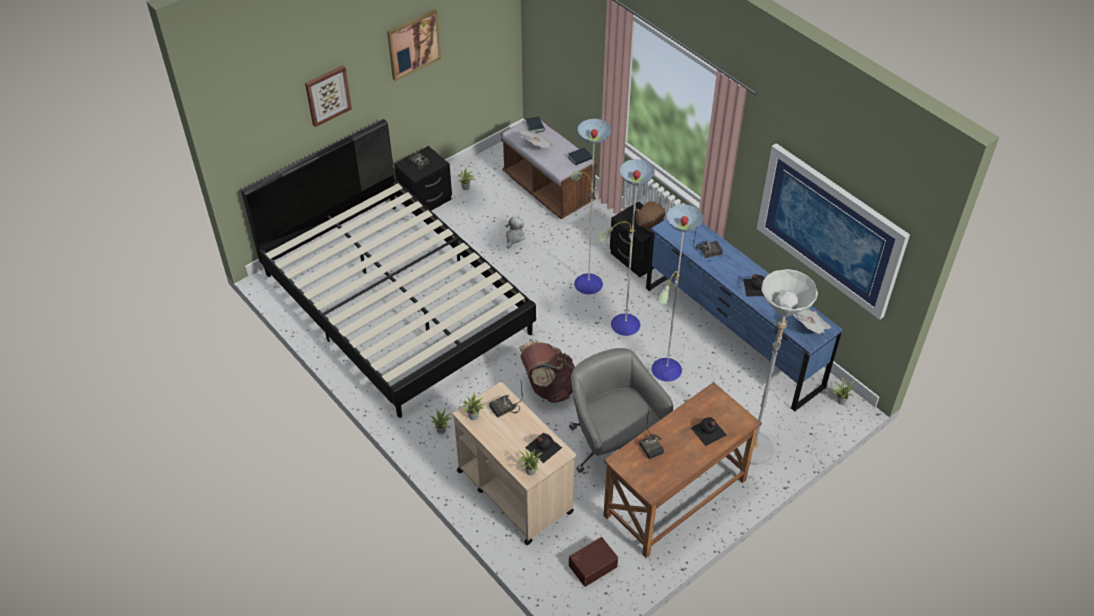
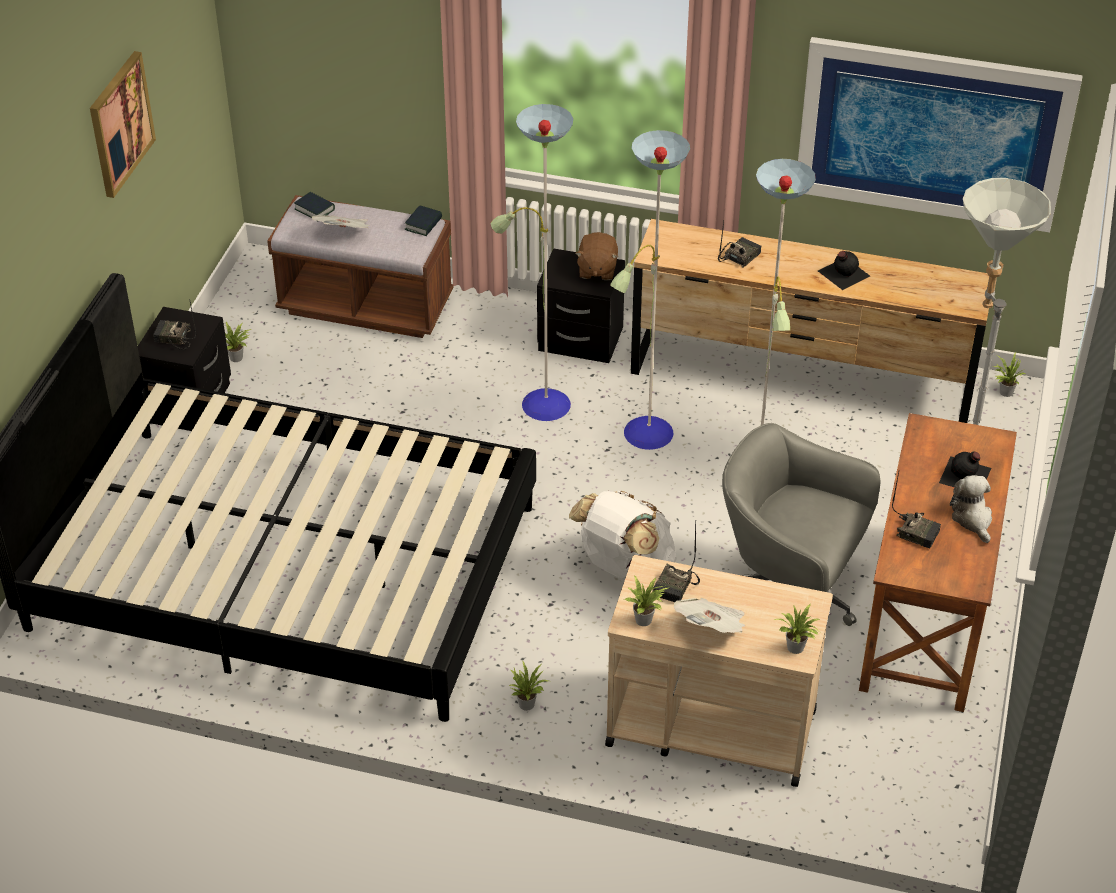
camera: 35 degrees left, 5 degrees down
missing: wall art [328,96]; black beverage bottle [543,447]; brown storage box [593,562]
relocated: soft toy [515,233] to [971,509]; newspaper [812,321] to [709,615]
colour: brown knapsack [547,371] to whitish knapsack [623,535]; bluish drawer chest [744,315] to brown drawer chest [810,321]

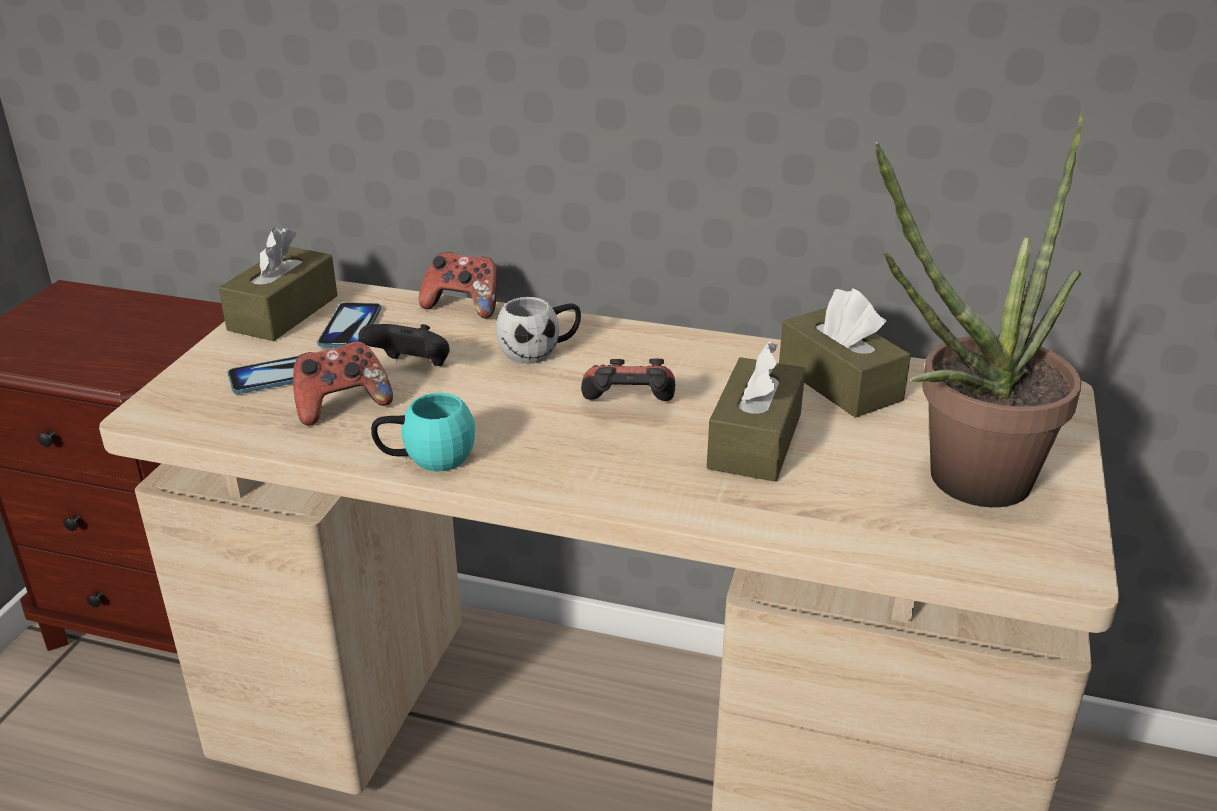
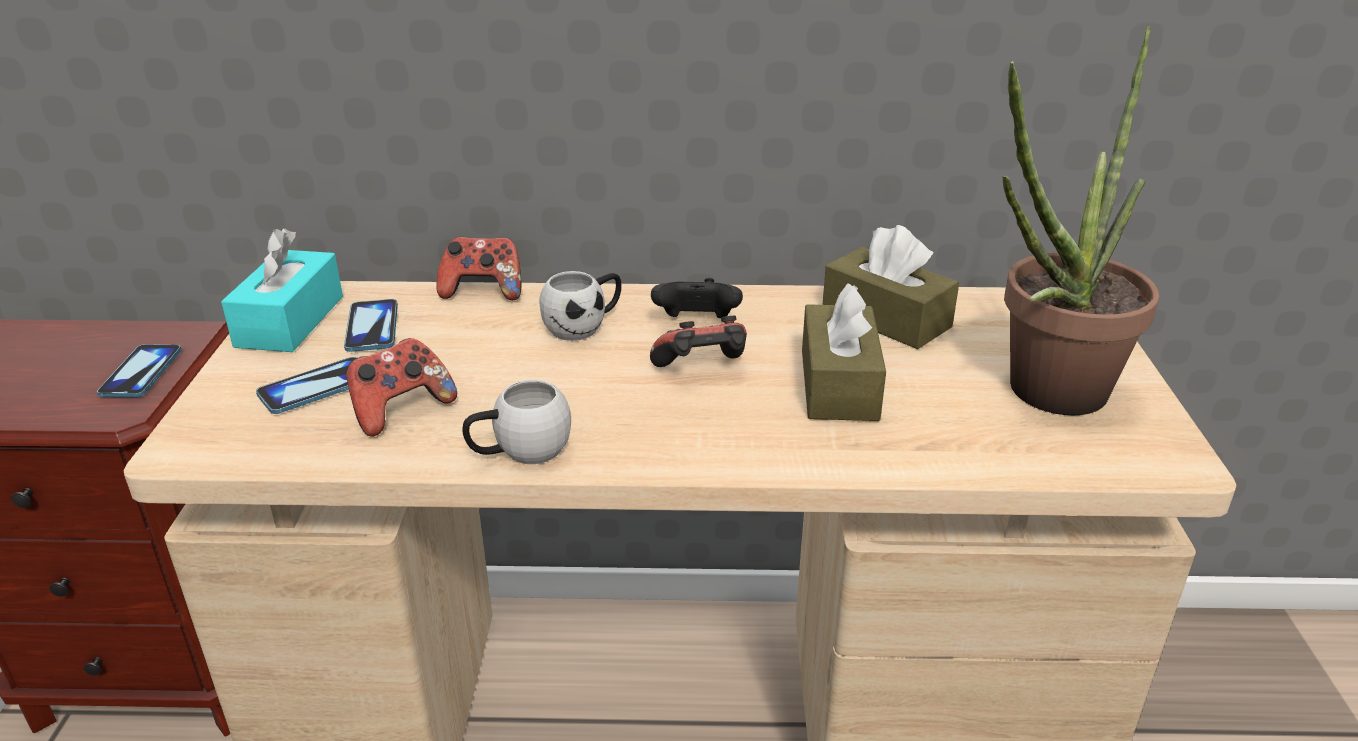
camera: 15 degrees left, 0 degrees up
appeared: phone [139,370]
relocated: black gamepad [404,345] to [697,298]
colour: brown tissue box [278,284] to blue-green tissue box [282,290]; blue-green tea mug [423,432] to whitish tea mug [516,421]

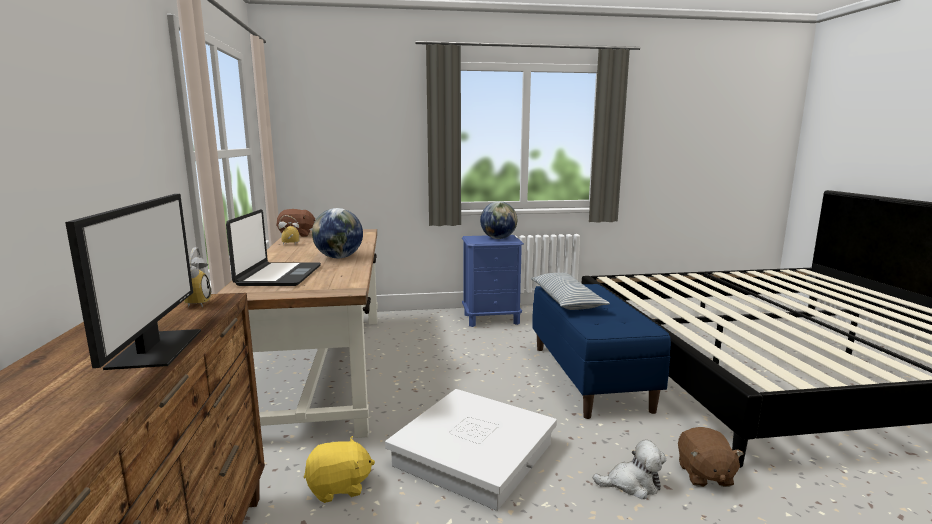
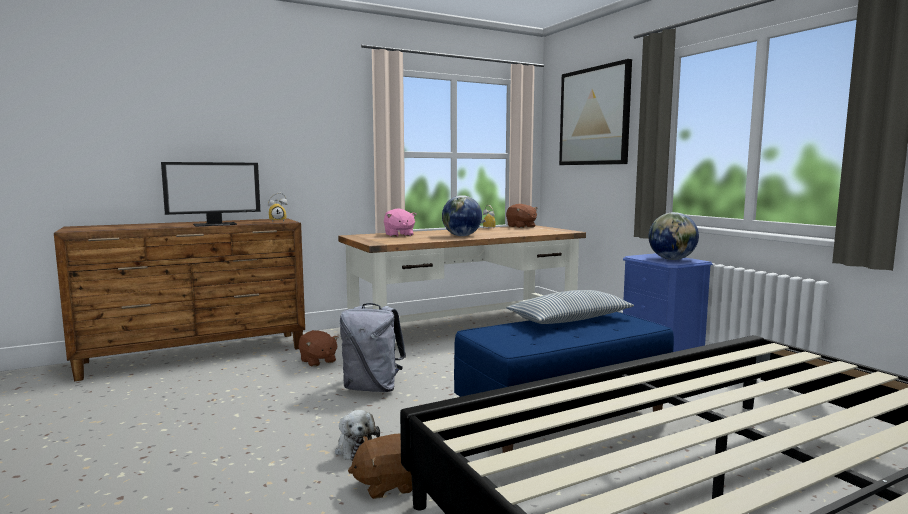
camera: 70 degrees right, 5 degrees down
appeared: wall art [595,112]
exchanged: portable computer [273,247] to pink soft toy [400,222]; whitish storage box [471,450] to greyish knapsack [373,347]
colour: yellow-coloured soft toy [339,469] to brown soft toy [319,348]

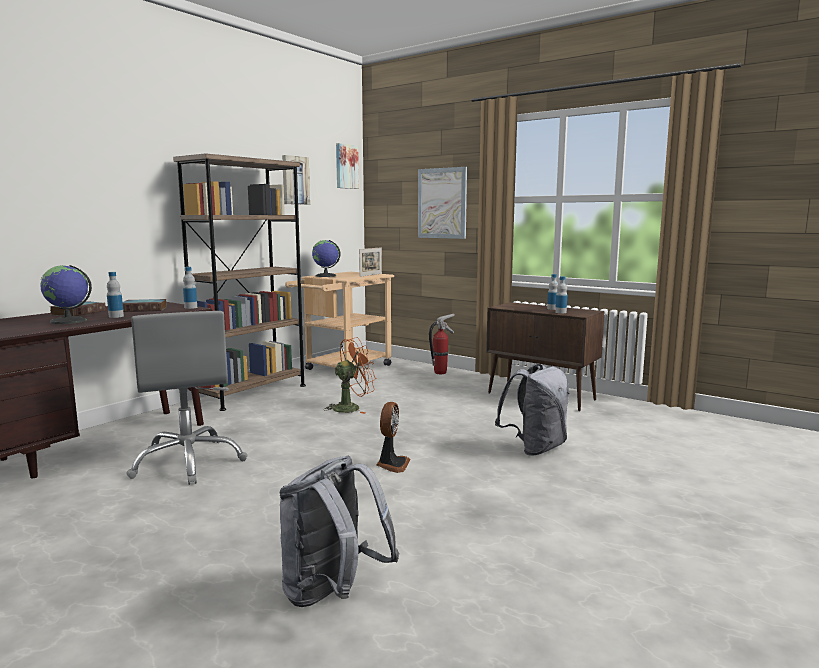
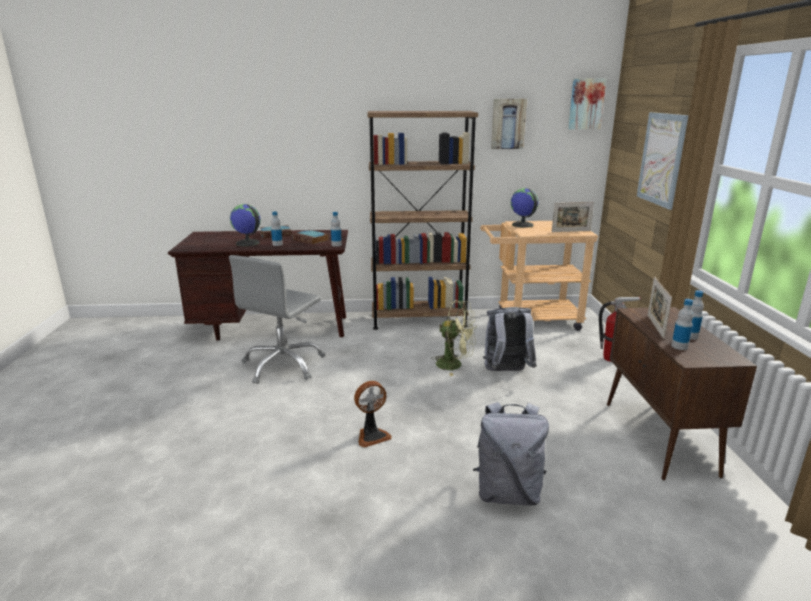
camera: 50 degrees right, 10 degrees up
appeared: standing frame [660,308]
relocated: greyish knapsack [339,531] to [510,339]
colour: orange fan [349,375] to green-coloured fan [454,338]

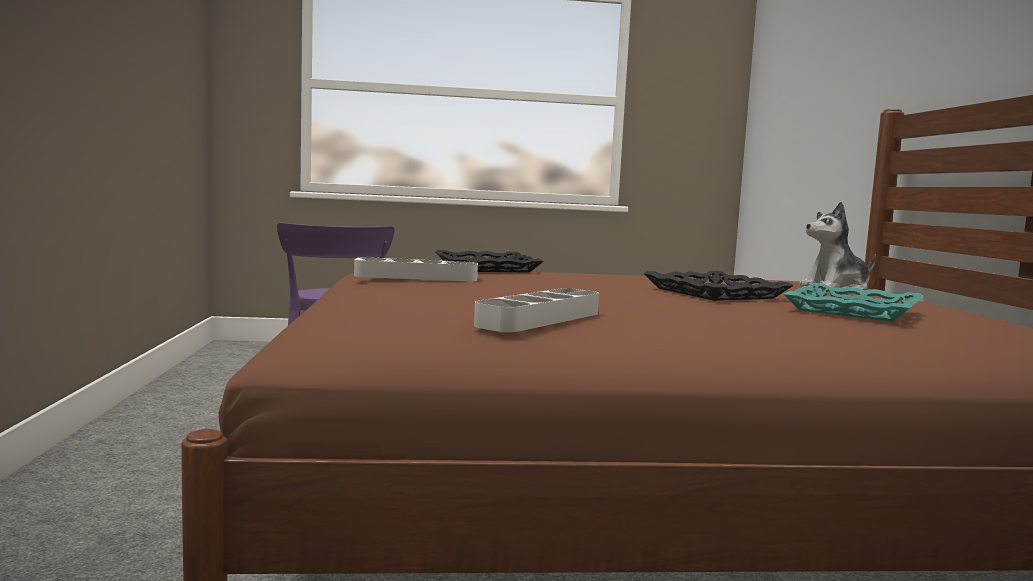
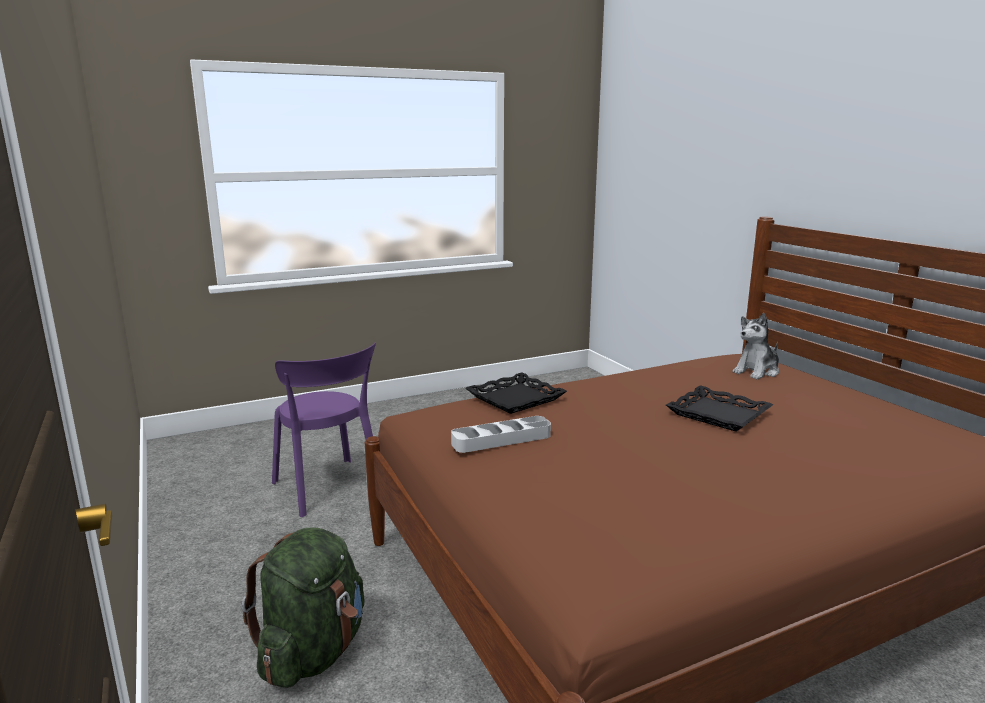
camera: 20 degrees left, 10 degrees up
missing: greyish carrying tray [536,310]; blue-green carrying tray [853,302]
appeared: green-coloured knapsack [303,607]

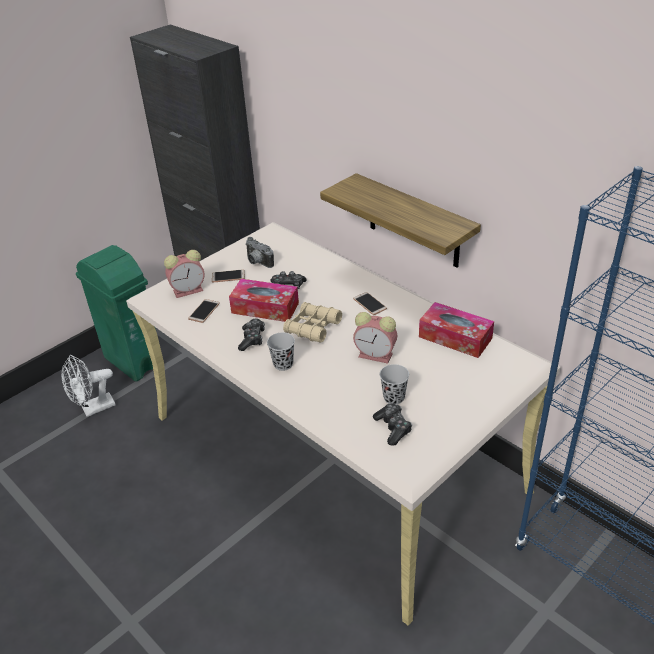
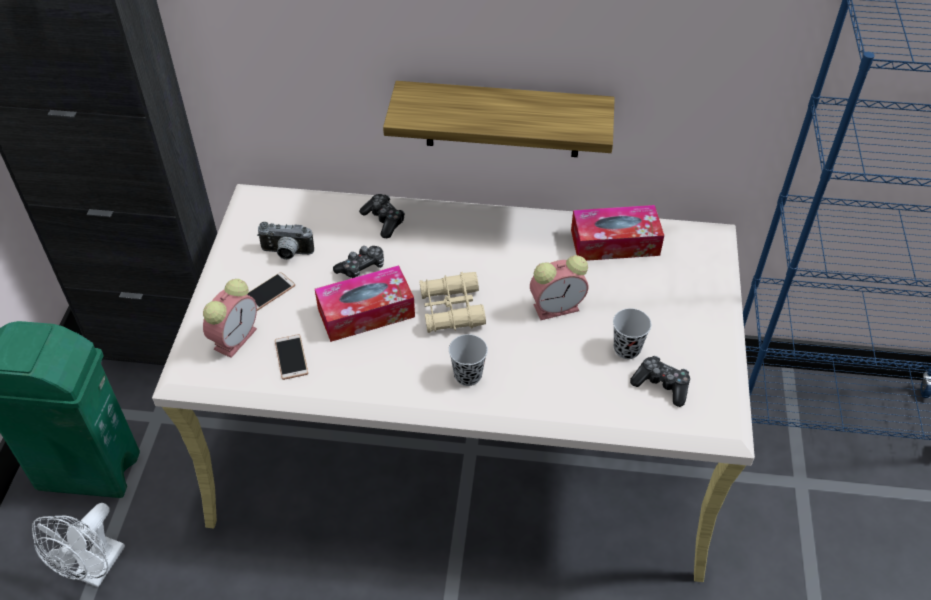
camera: 40 degrees left, 10 degrees up
missing: phone [370,303]
relocated: gamepad [251,335] to [382,216]

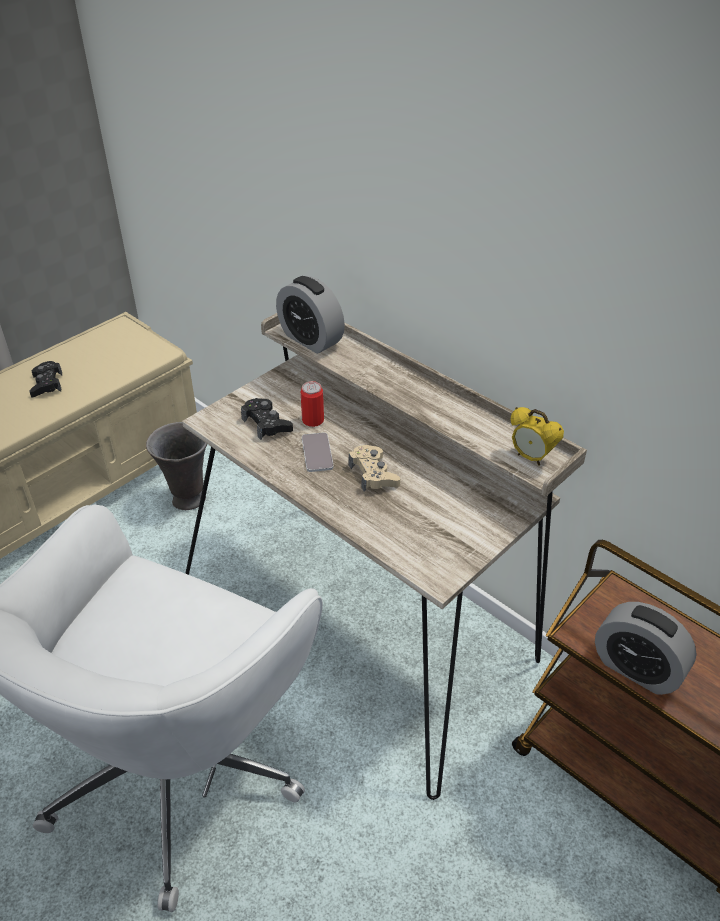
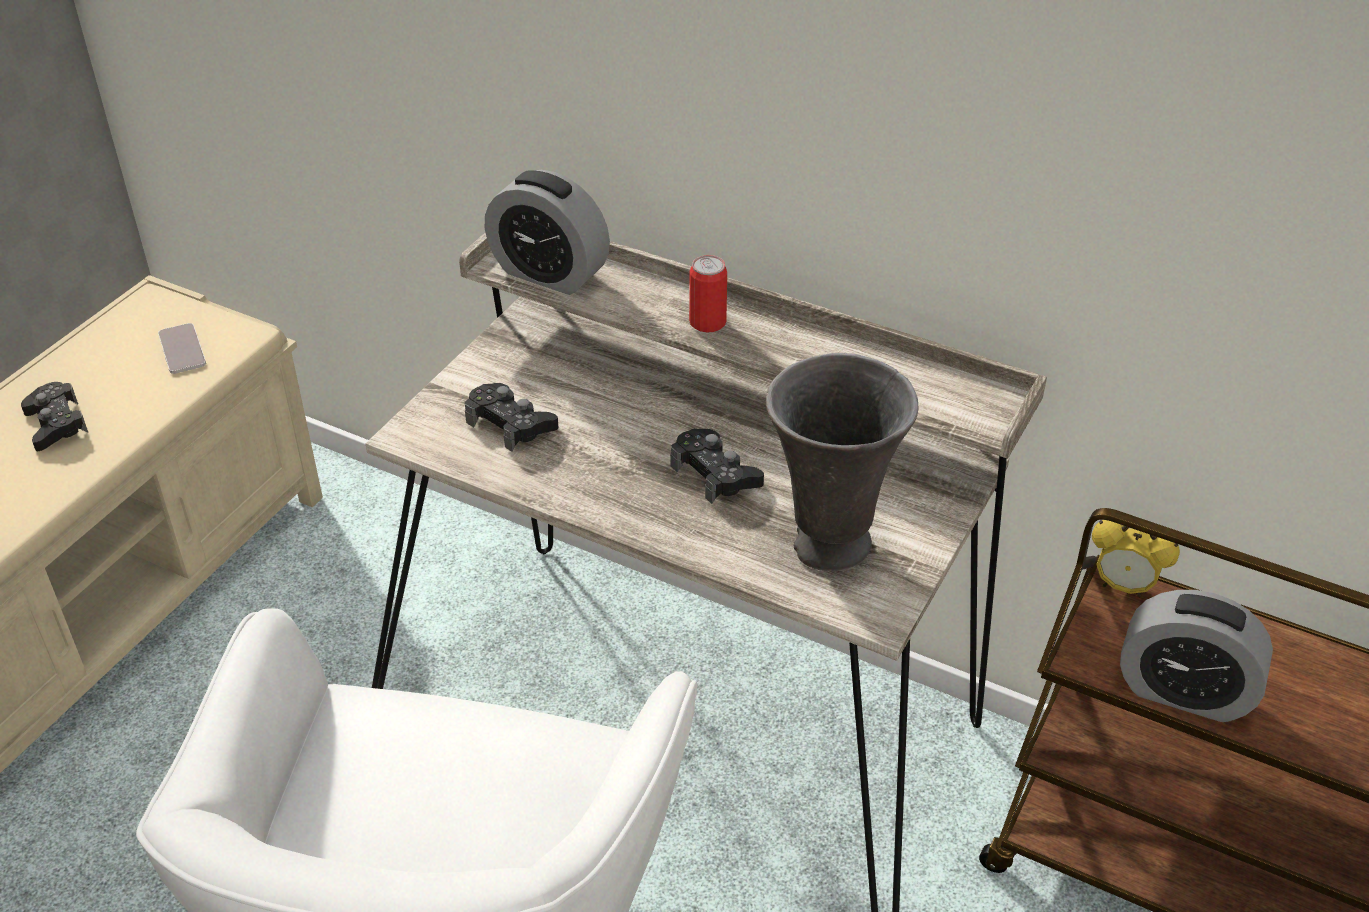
camera: 15 degrees left, 0 degrees up
relocated: greyish vase [176,466] to [842,462]; metal can [312,404] to [708,294]; phone [318,452] to [182,348]; table clock [537,436] to [1136,559]
colour: sand-coloured gamepad [374,468] to black gamepad [717,466]

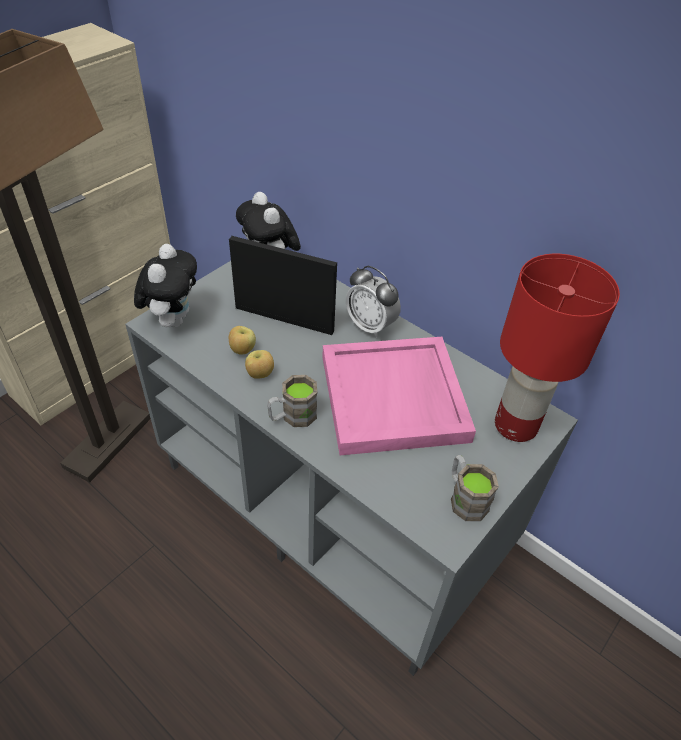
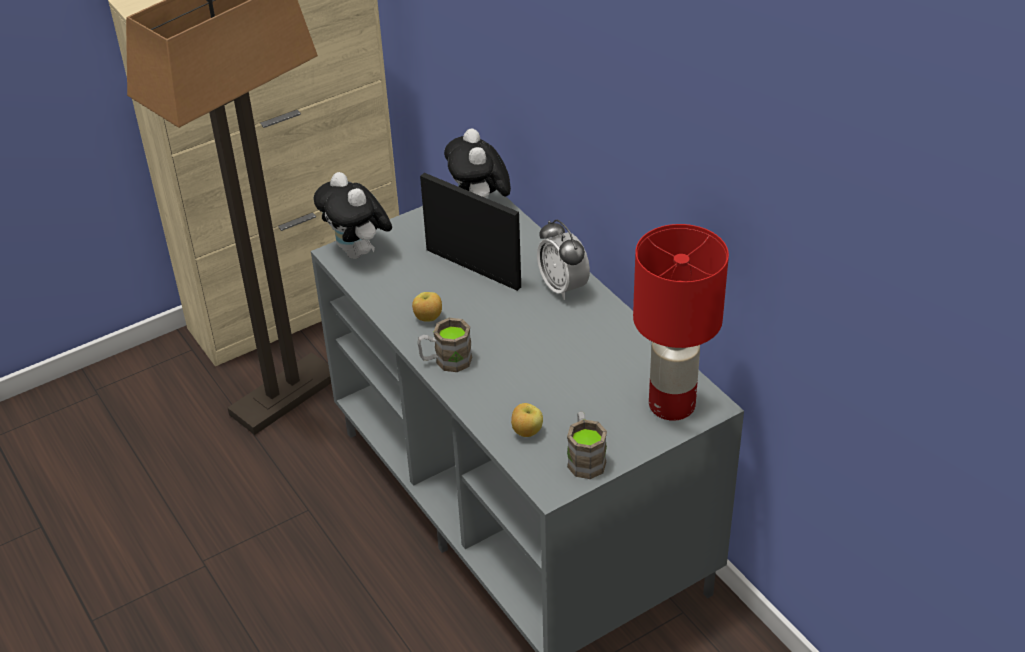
camera: 20 degrees right, 5 degrees down
missing: pink carrying tray [399,396]
relocated: whole apple [242,340] to [527,420]
spun: soft toy [165,285] = [353,215] 120 degrees clockwise

